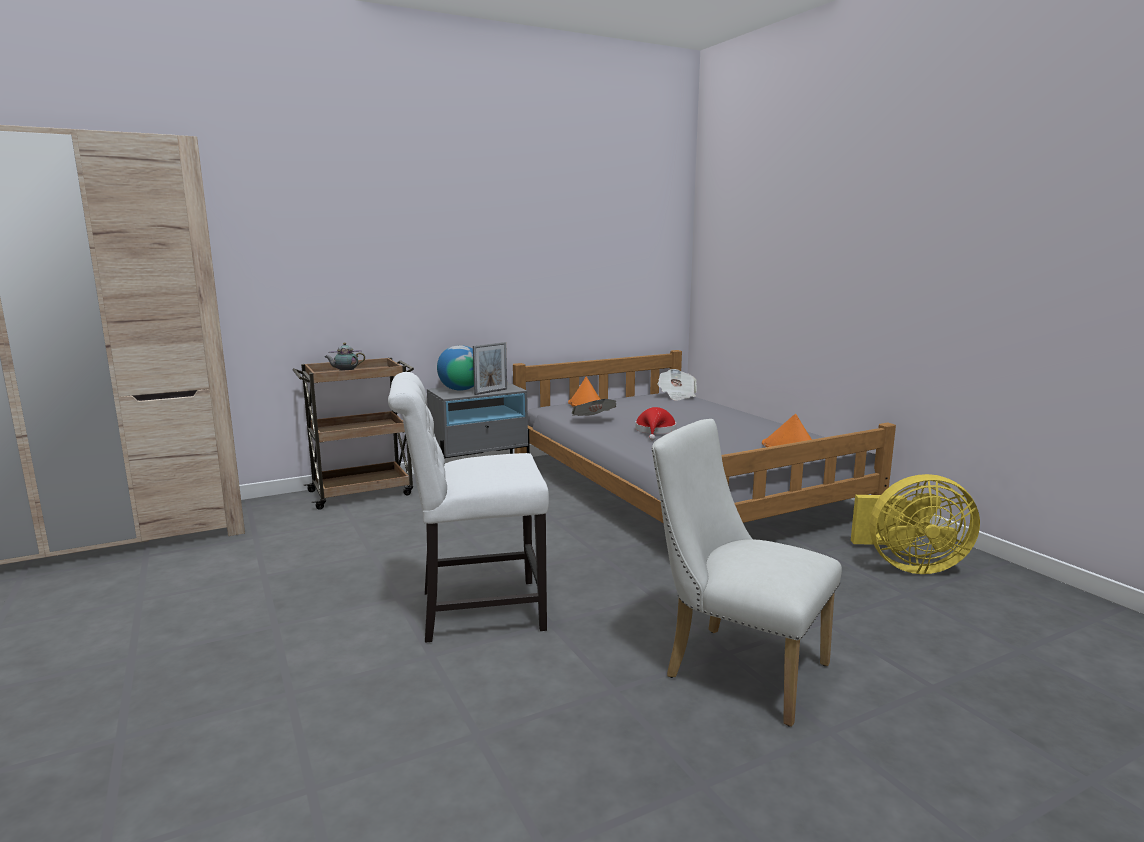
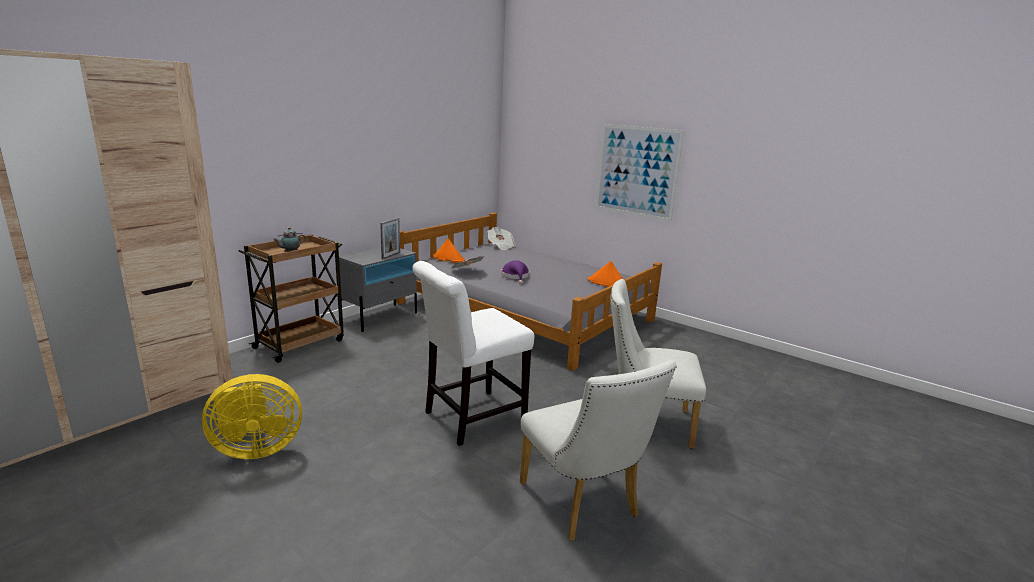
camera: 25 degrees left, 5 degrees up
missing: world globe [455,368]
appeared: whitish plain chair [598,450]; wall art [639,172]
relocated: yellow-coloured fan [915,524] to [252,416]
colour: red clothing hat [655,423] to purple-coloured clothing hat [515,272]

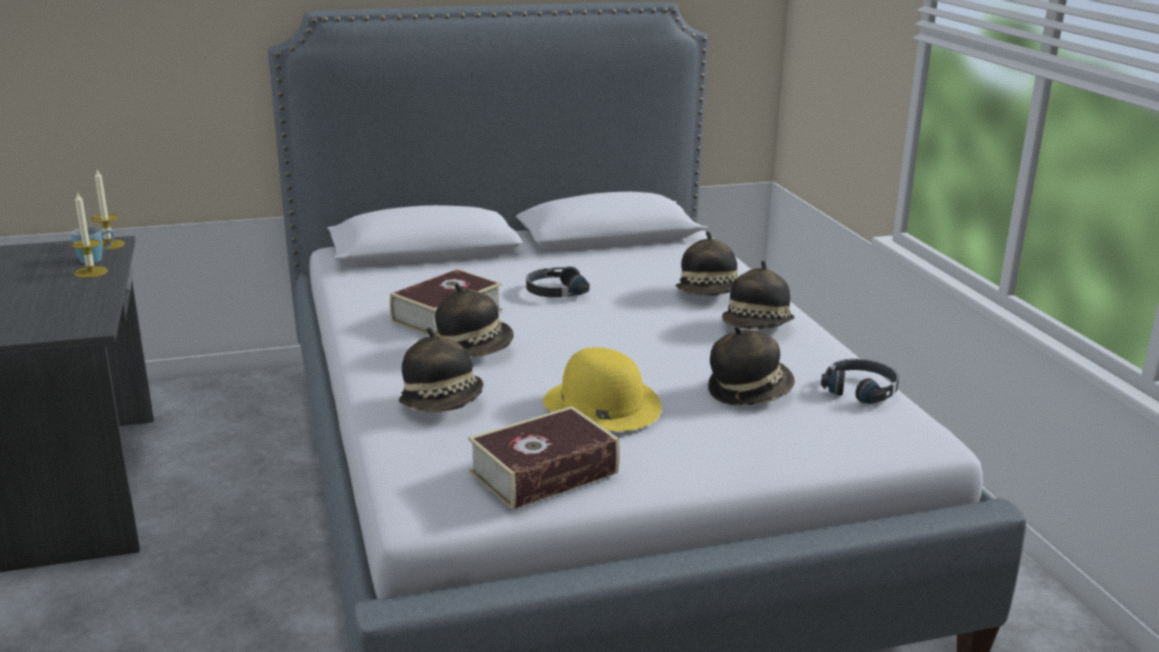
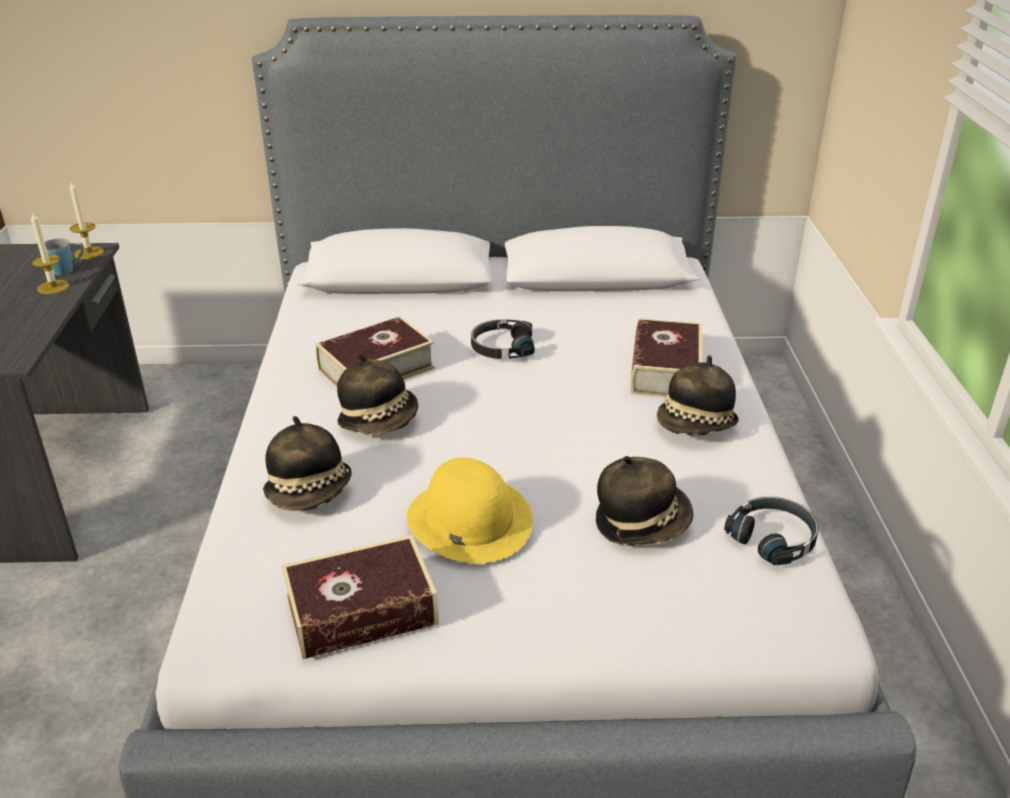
camera: 15 degrees right, 10 degrees up
exchanged: clothing hat [707,263] to bound book [666,357]

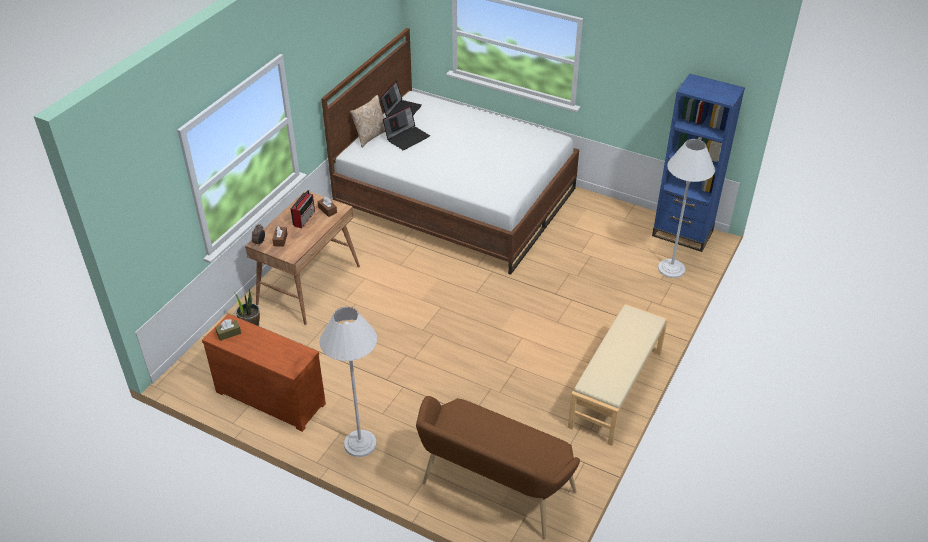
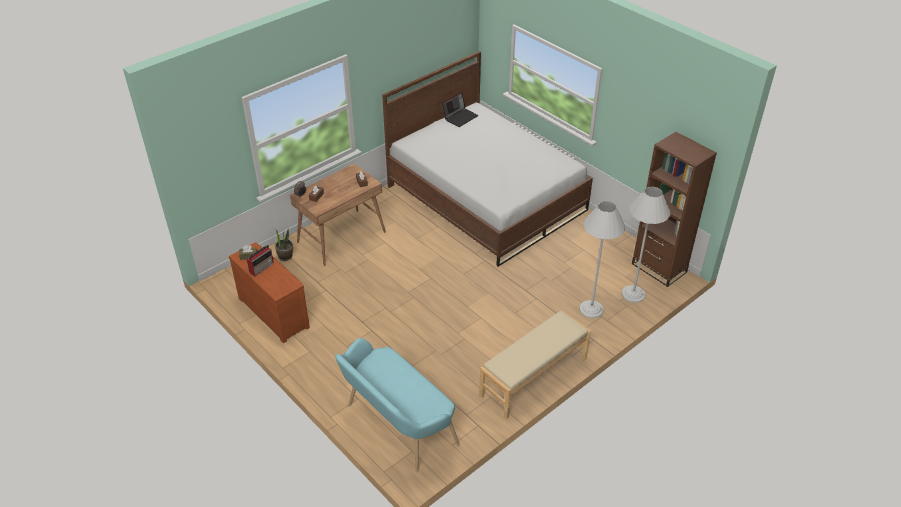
camera: 20 degrees right, 0 degrees up
missing: throw pillow [367,121]; portable computer [406,128]
relocated: radio [302,209] to [260,260]; whitish standard lamp [348,382] to [602,259]
colour: brown bench [498,467] to blue-green bench [397,405]; bluish shelving unit [698,163] to brown shelving unit [674,209]

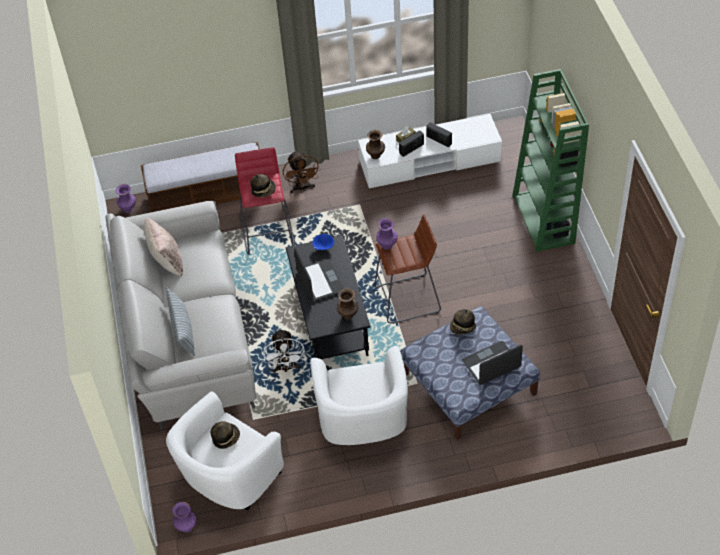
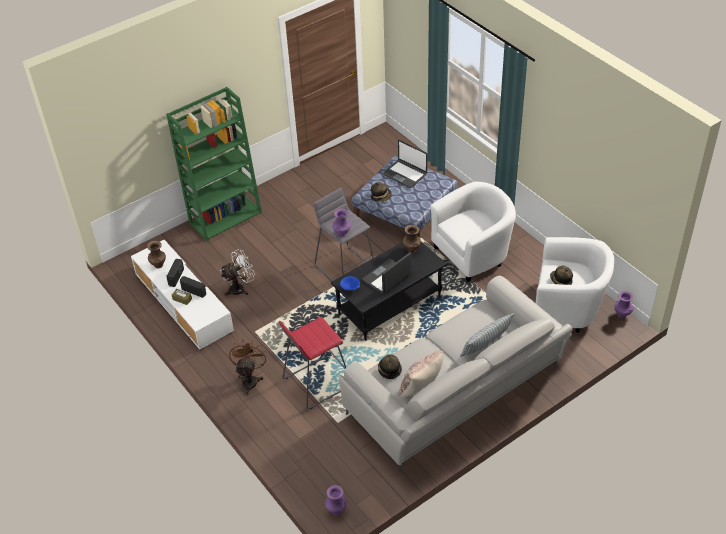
camera: 115 degrees left, 5 degrees down
missing: bench [200,177]
relocated: clothing hat [263,186] to [390,366]; whitish fan [284,350] to [237,272]; brown vase [375,144] to [156,254]
colour: brown sitting stool [407,269] to greyish sitting stool [344,234]
spun: brown fan [301,171] = [248,367] 45 degrees counterclockwise

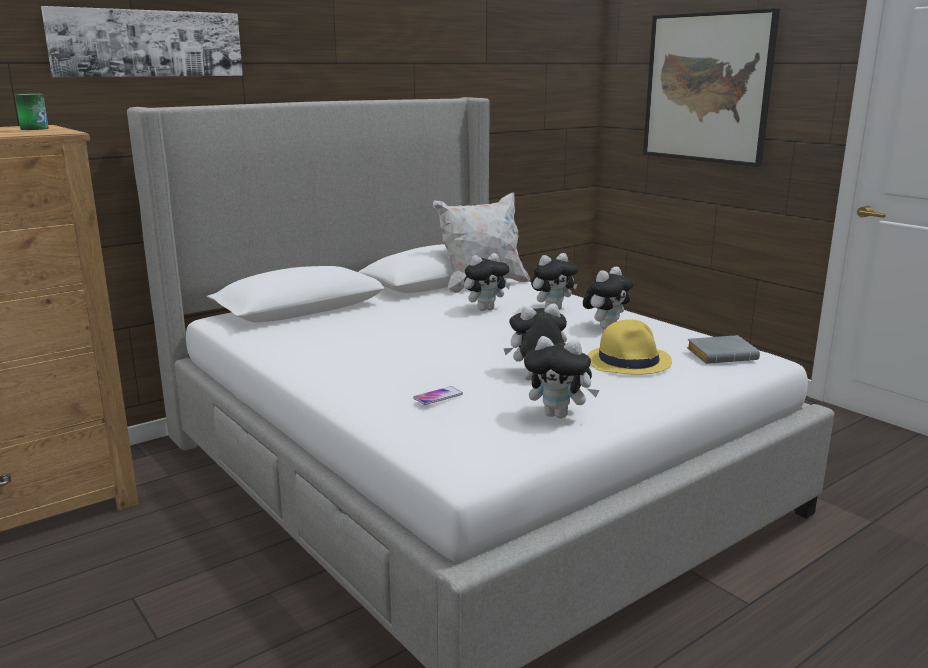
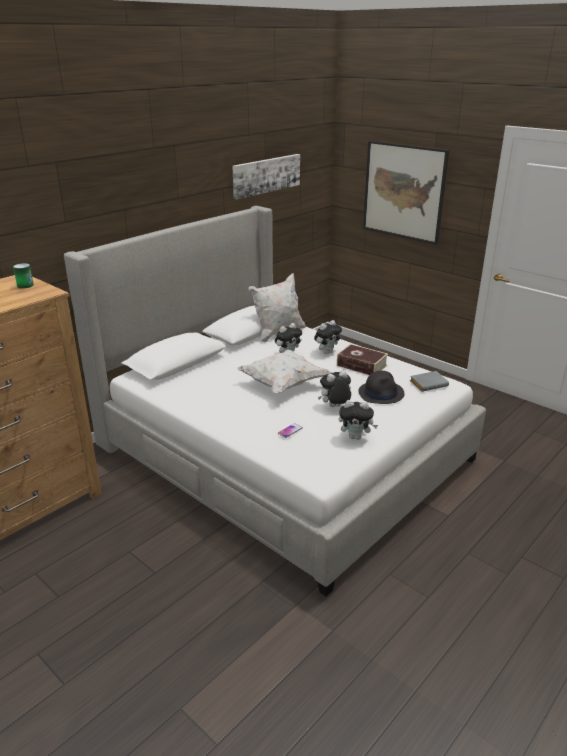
camera: 10 degrees left, 10 degrees up
appeared: whitish throw pillow [284,371]
relocated: wall art [142,41] to [266,176]
exchanged: soft toy [608,298] to bound book [362,359]
colour: yellow-coloured clothing hat [630,347] to black clothing hat [381,387]

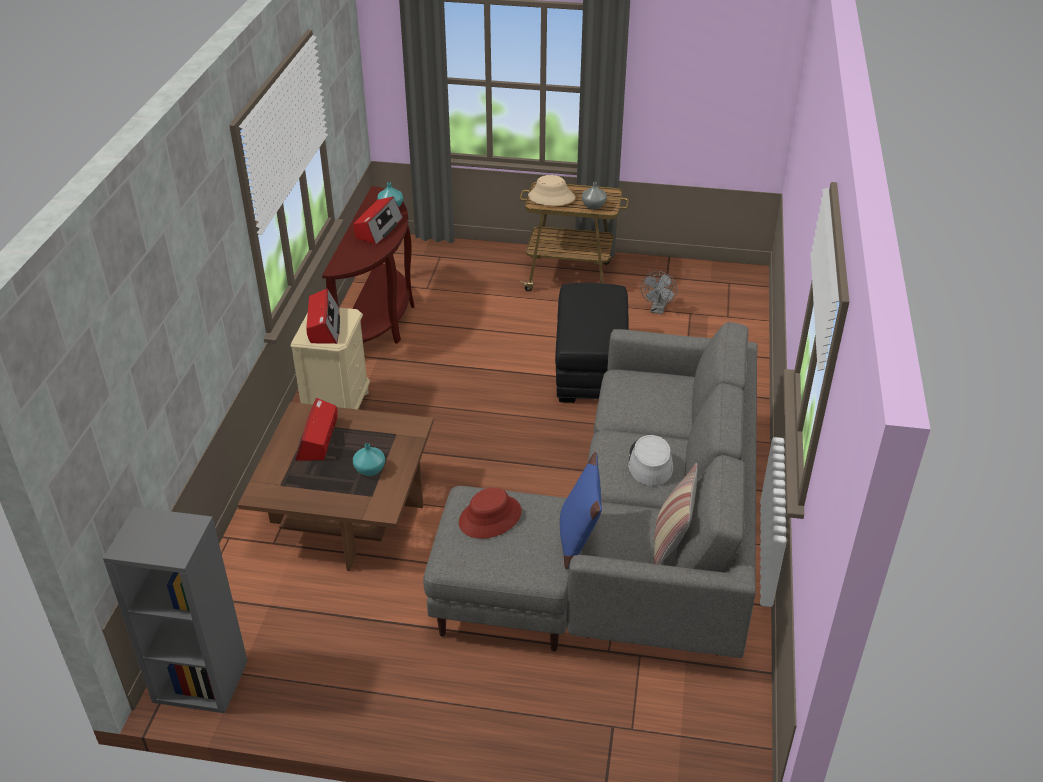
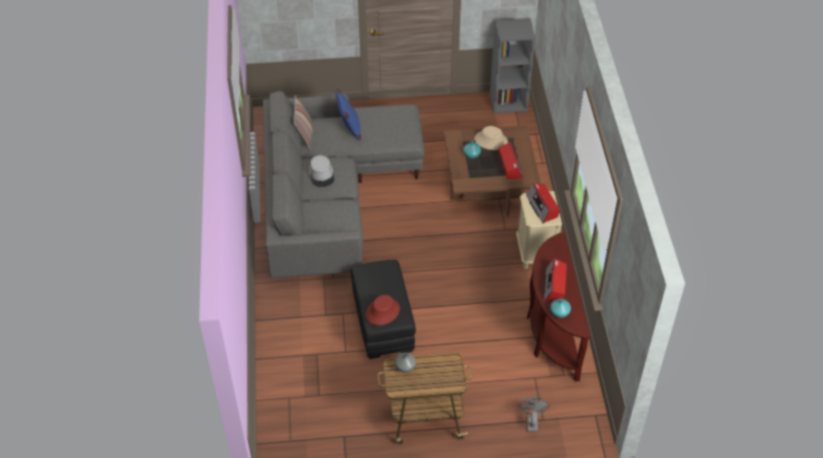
camera: 165 degrees right, 10 degrees up
relocated: red clothing hat [490,513] to [383,310]; sand-coloured clothing hat [551,190] to [491,138]; greyish fan [659,292] to [534,414]

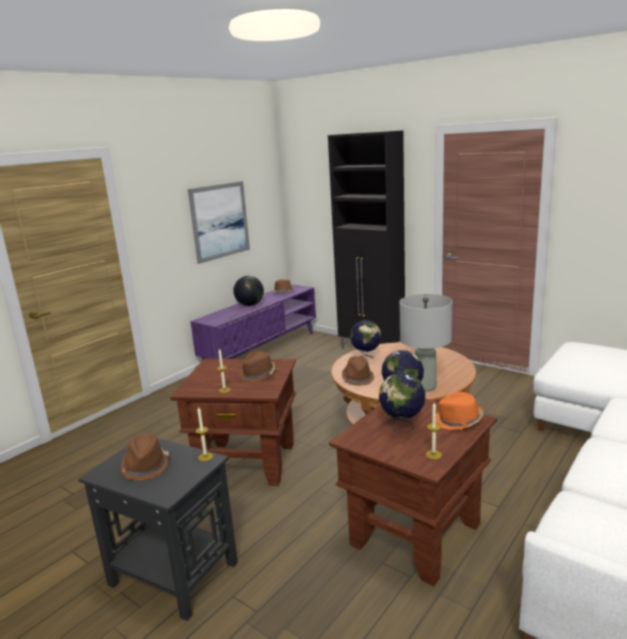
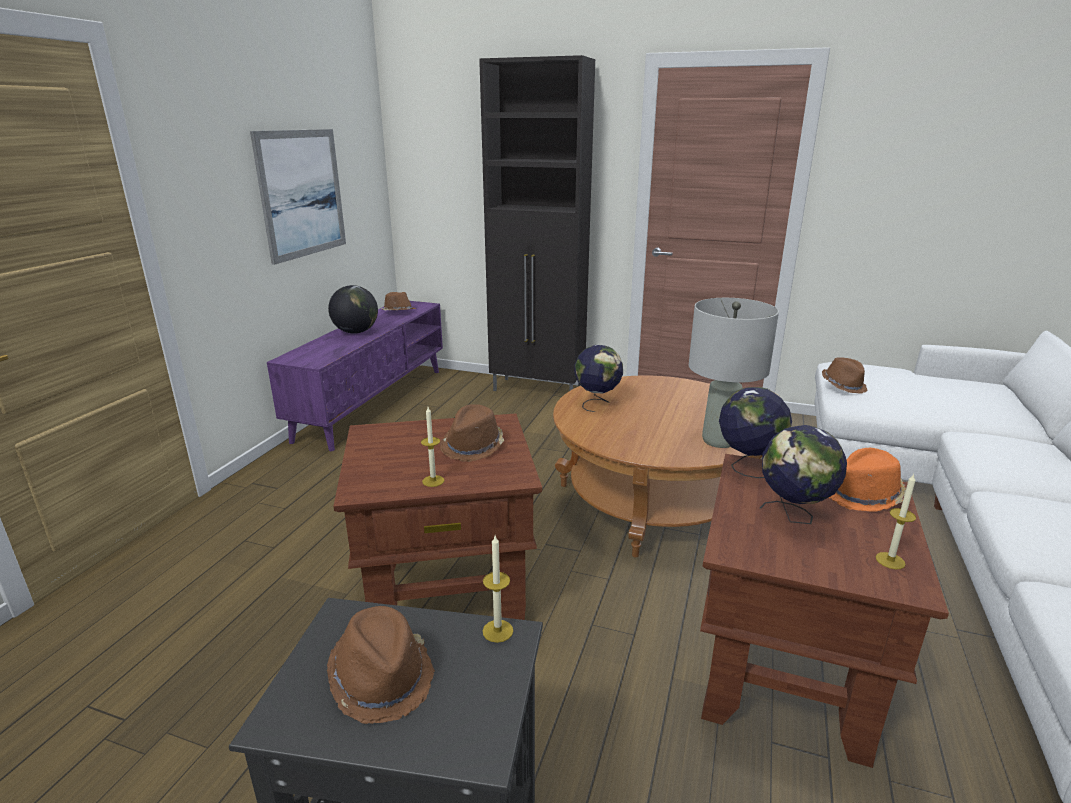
camera: 20 degrees left, 5 degrees up
relocated: brown clothing hat [358,371] to [845,375]

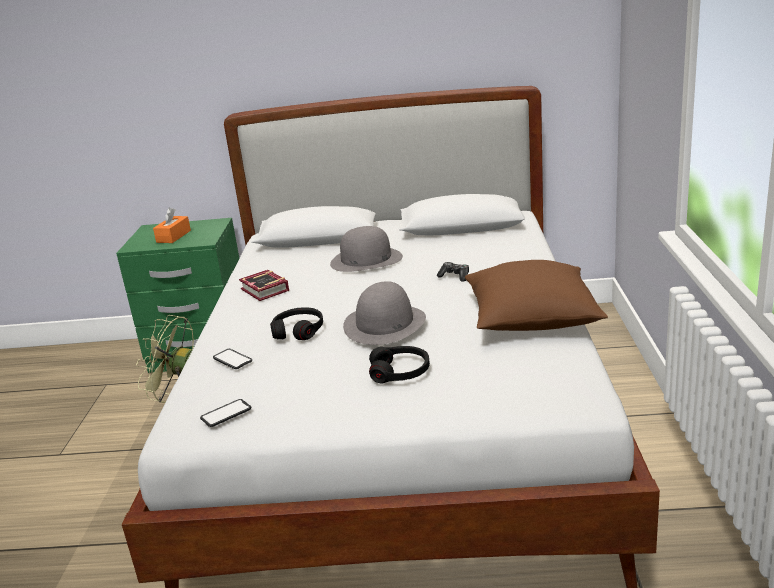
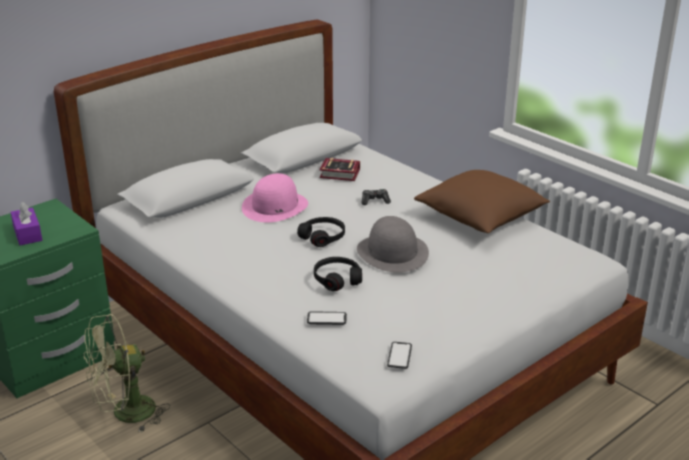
camera: 45 degrees left, 5 degrees up
relocated: bound book [264,285] to [339,169]; black pair of headphones [399,364] to [321,232]
colour: orange tissue box [172,225] to purple-coloured tissue box [26,223]; greyish clothing hat [366,249] to pink clothing hat [275,197]

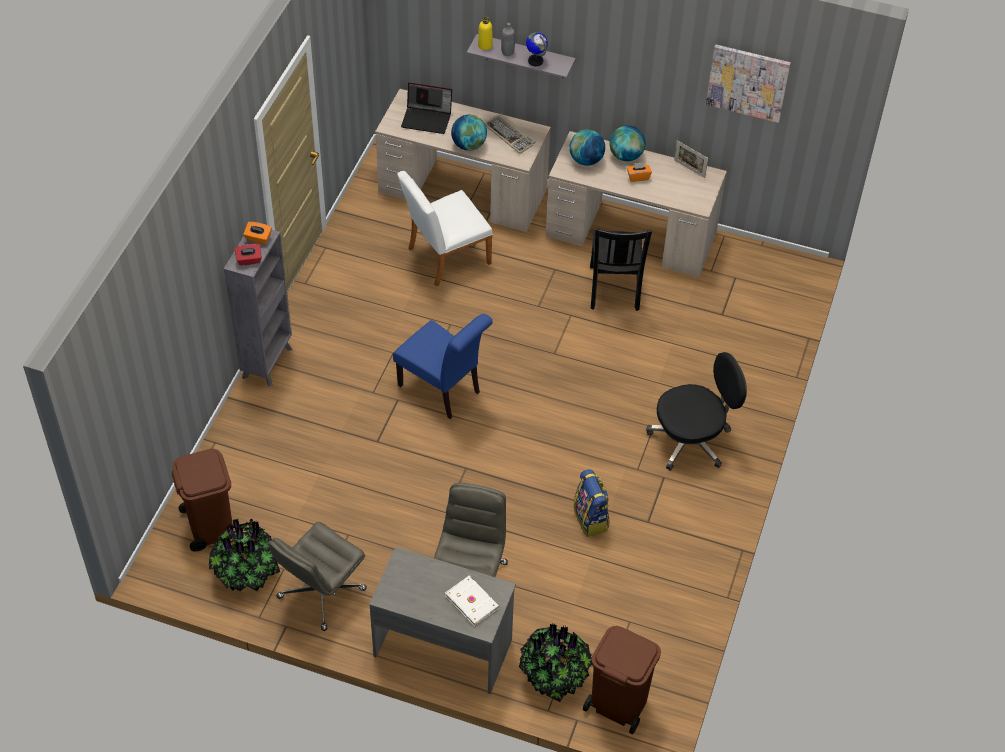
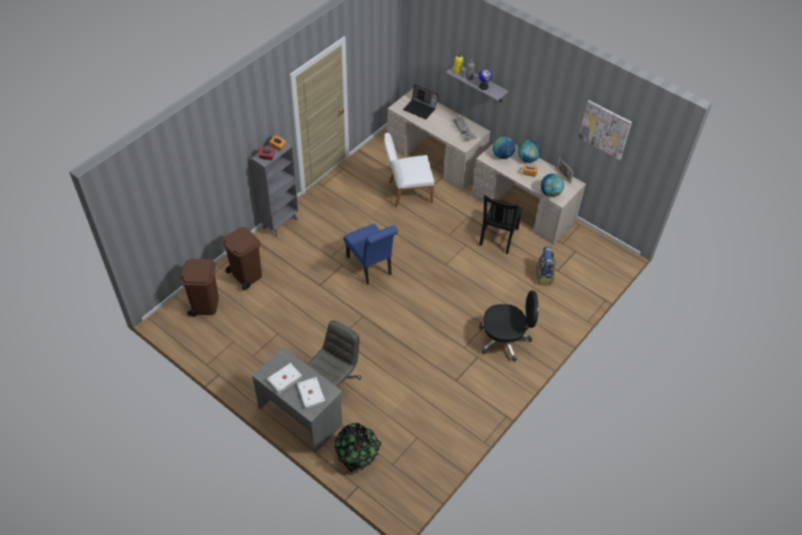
camera: 20 degrees right, 0 degrees up
missing: plant in a pot [244,555]; greyish computer chair [317,576]
appeared: whitish bound book [284,378]
relocated: world globe [469,133] to [552,185]; knapsack [592,503] to [546,266]; brown trash can [622,680] to [242,258]

